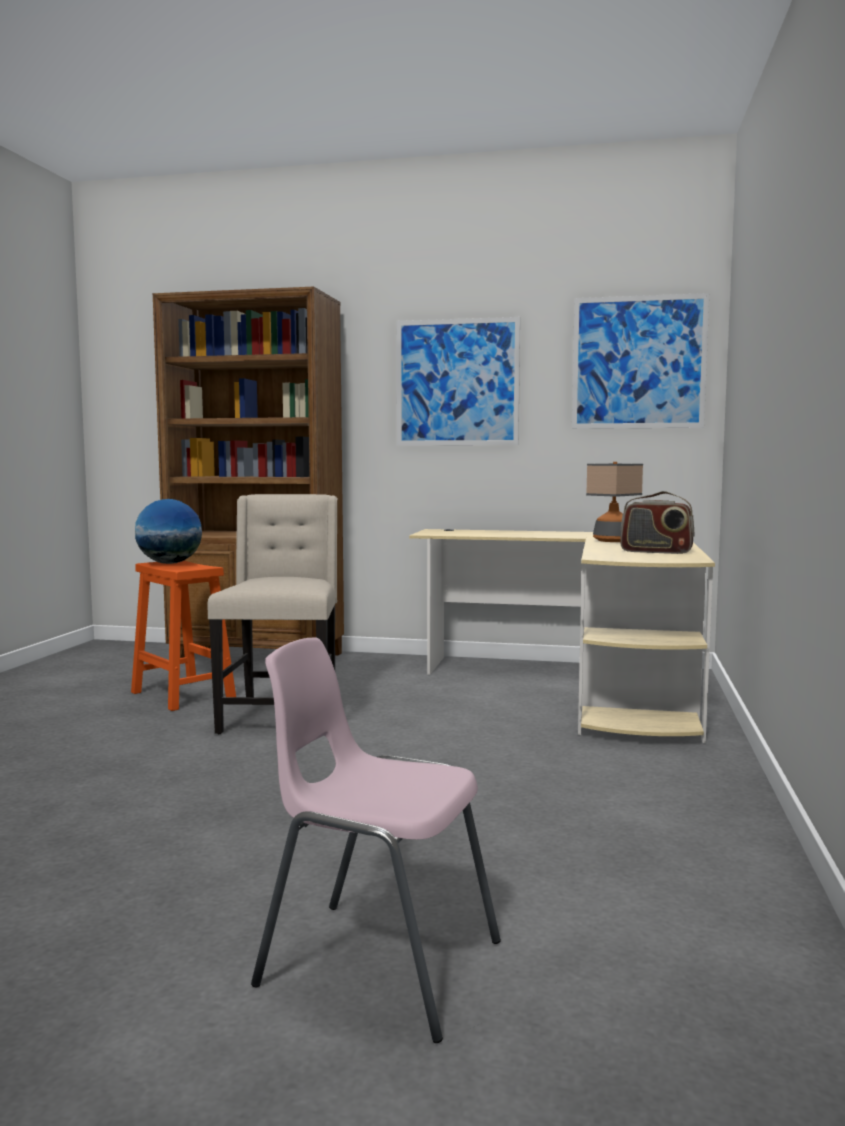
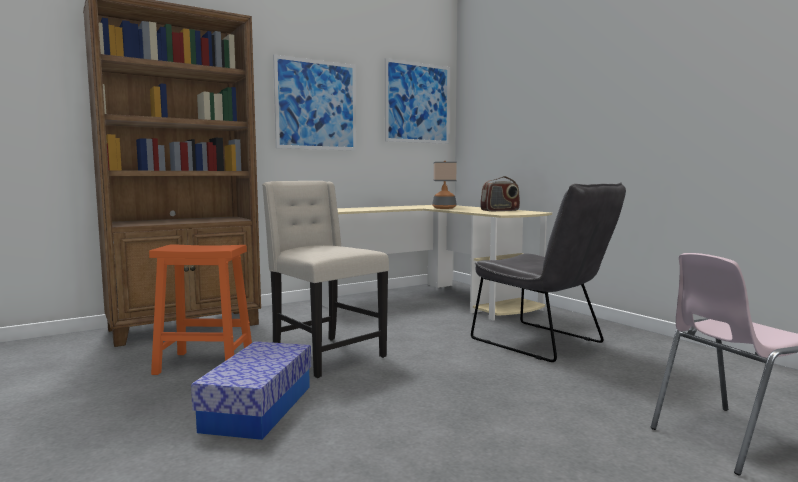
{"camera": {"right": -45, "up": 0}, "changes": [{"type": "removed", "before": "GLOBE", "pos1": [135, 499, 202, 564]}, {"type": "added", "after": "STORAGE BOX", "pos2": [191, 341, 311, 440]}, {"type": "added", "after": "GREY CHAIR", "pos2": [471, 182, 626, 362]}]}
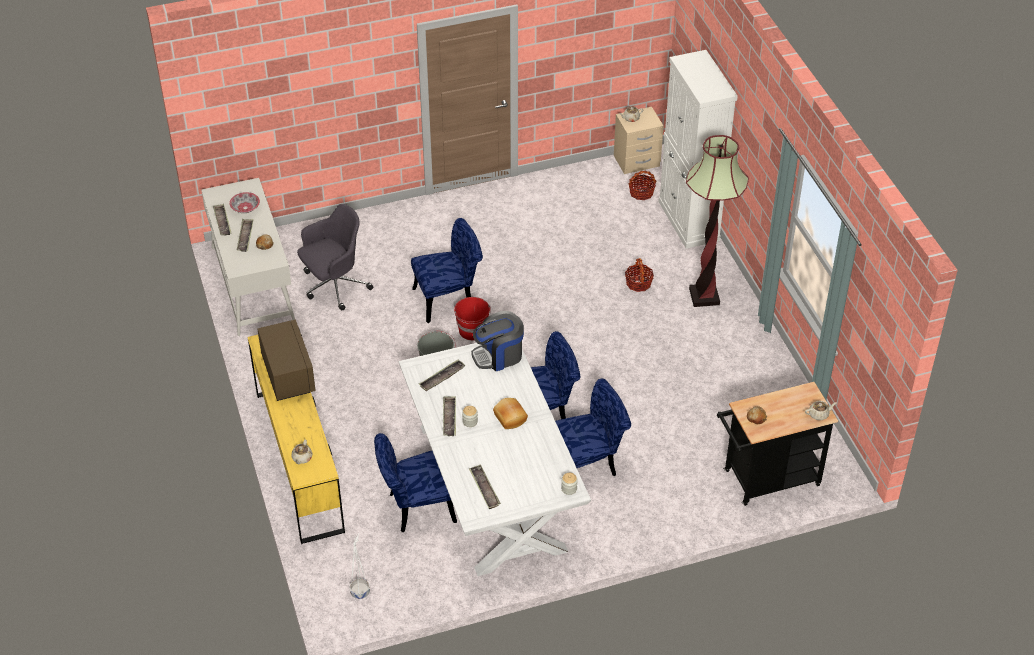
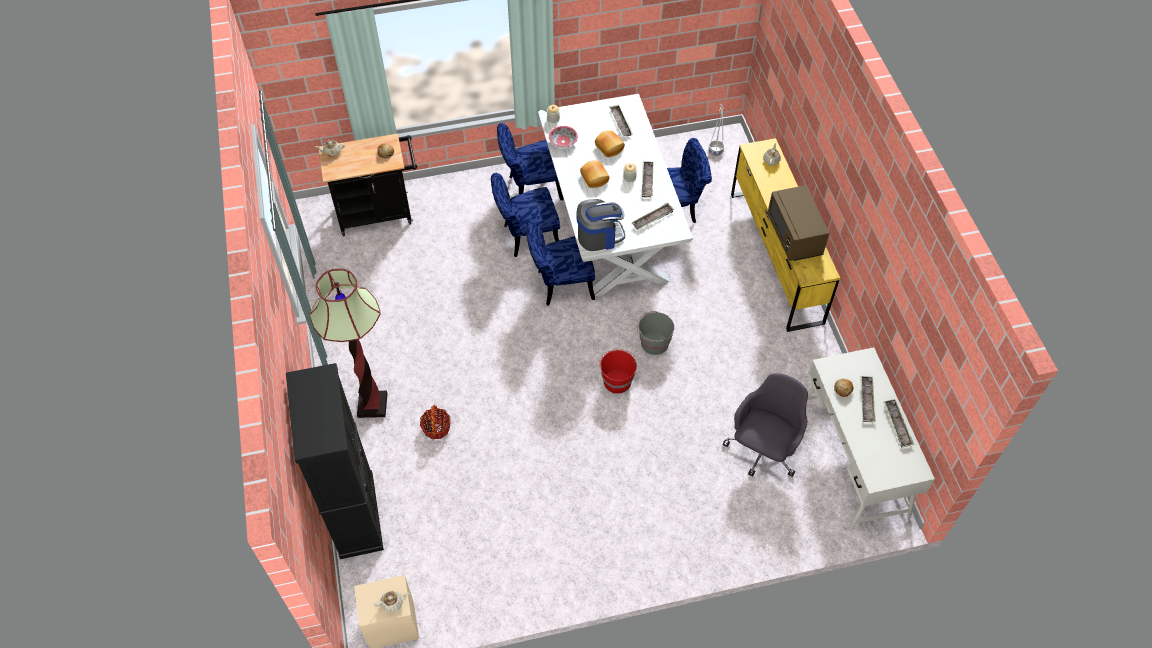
{"camera": {"right": -175, "up": 10}, "changes": [{"type": "moved", "before": "BOWL", "pos1": [229, 192, 260, 213], "pos2": [549, 126, 578, 147]}, {"type": "turned", "before": "GREY OFFICE CHAIR", "pos1": [297, 204, 373, 310], "pos2": [723, 373, 808, 477], "turn": 150}, {"type": "moved", "before": "BLUE CHAIR", "pos1": [411, 218, 483, 323], "pos2": [497, 123, 563, 200]}, {"type": "removed", "before": "BASKET", "pos1": [629, 171, 657, 200]}, {"type": "recoloured", "before": "WHITE CABINET", "after": "BLACK CABINET", "pos1": [658, 50, 738, 249], "pos2": [286, 363, 384, 559]}, {"type": "added", "after": "BREAD", "pos2": [595, 130, 625, 157]}]}
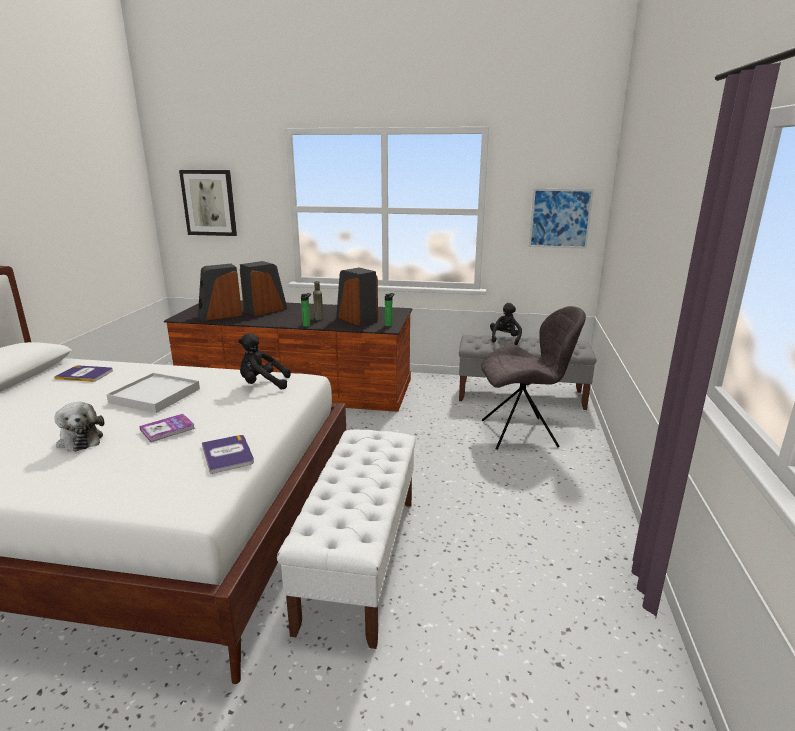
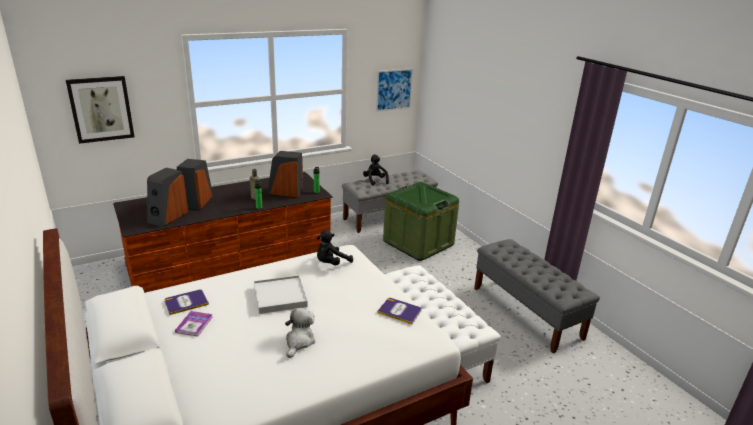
{"camera": {"right": -40, "up": 5}, "changes": [{"type": "turned", "before": "PLUSH TOY", "pos1": [54, 402, 104, 452], "pos2": [285, 308, 315, 358], "turn": -90}, {"type": "moved", "before": "BOOK", "pos1": [139, 414, 195, 442], "pos2": [175, 311, 212, 337]}, {"type": "replaced", "before": "GREY CHAIR", "after": "GREEN STORAGE BOX", "pos1": [481, 306, 586, 450], "pos2": [383, 182, 459, 261]}, {"type": "added", "after": "GREY BENCH", "pos2": [474, 239, 600, 353]}]}
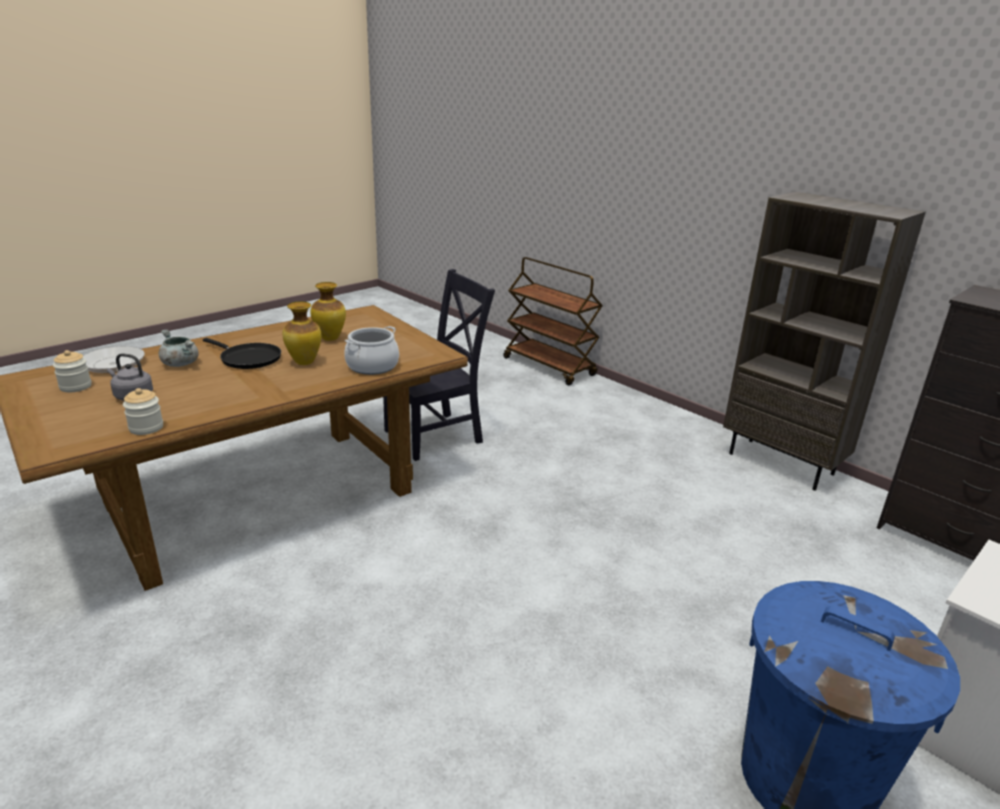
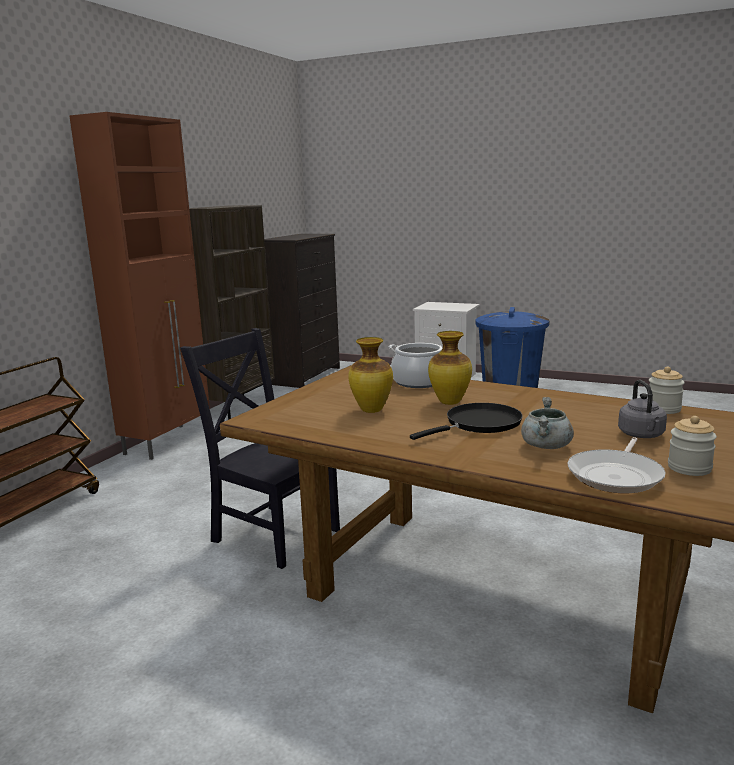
{"camera": {"right": -110, "up": -10}, "changes": [{"type": "turned", "before": "BLACK FRYING PAN", "pos1": [203, 338, 281, 369], "pos2": [410, 403, 523, 440], "turn": 45}, {"type": "added", "after": "BROWN CABINET", "pos2": [69, 112, 210, 460]}]}
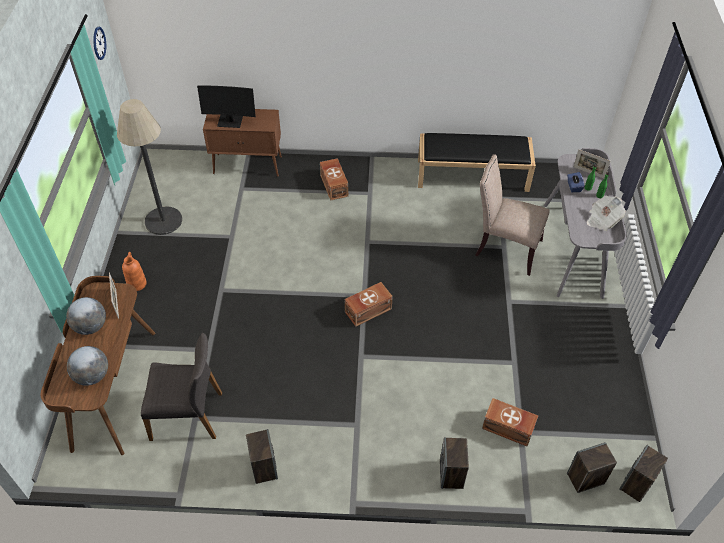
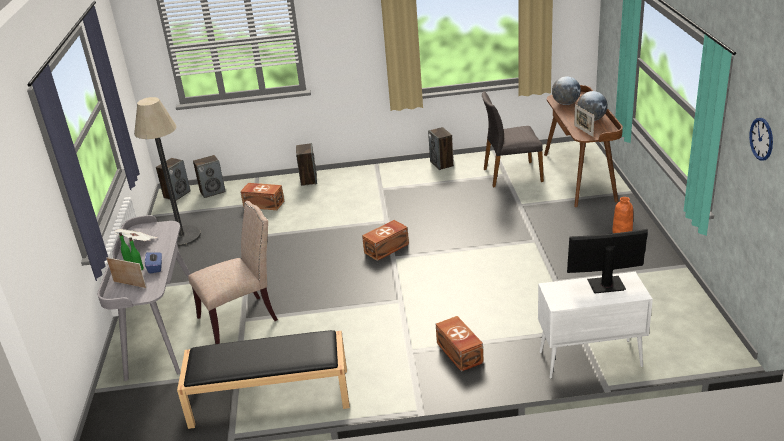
{"camera": {"right": 175, "up": -20}, "changes": [{"type": "moved", "before": "FLOOR LAMP", "pos1": [117, 99, 182, 235], "pos2": [134, 97, 201, 247]}, {"type": "recoloured", "before": "BROWN CABINET", "after": "WHITE CABINET", "pos1": [203, 109, 282, 176], "pos2": [538, 272, 653, 379]}, {"type": "turned", "before": "BEIGE CHAIR", "pos1": [475, 154, 550, 276], "pos2": [188, 201, 278, 344], "turn": -45}]}
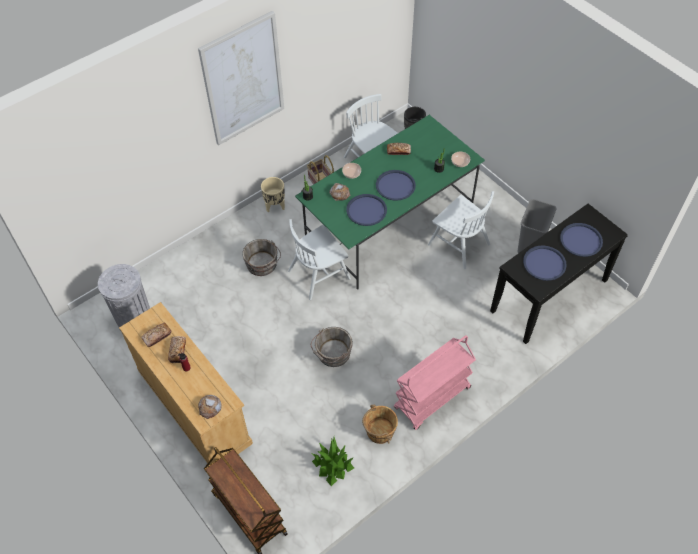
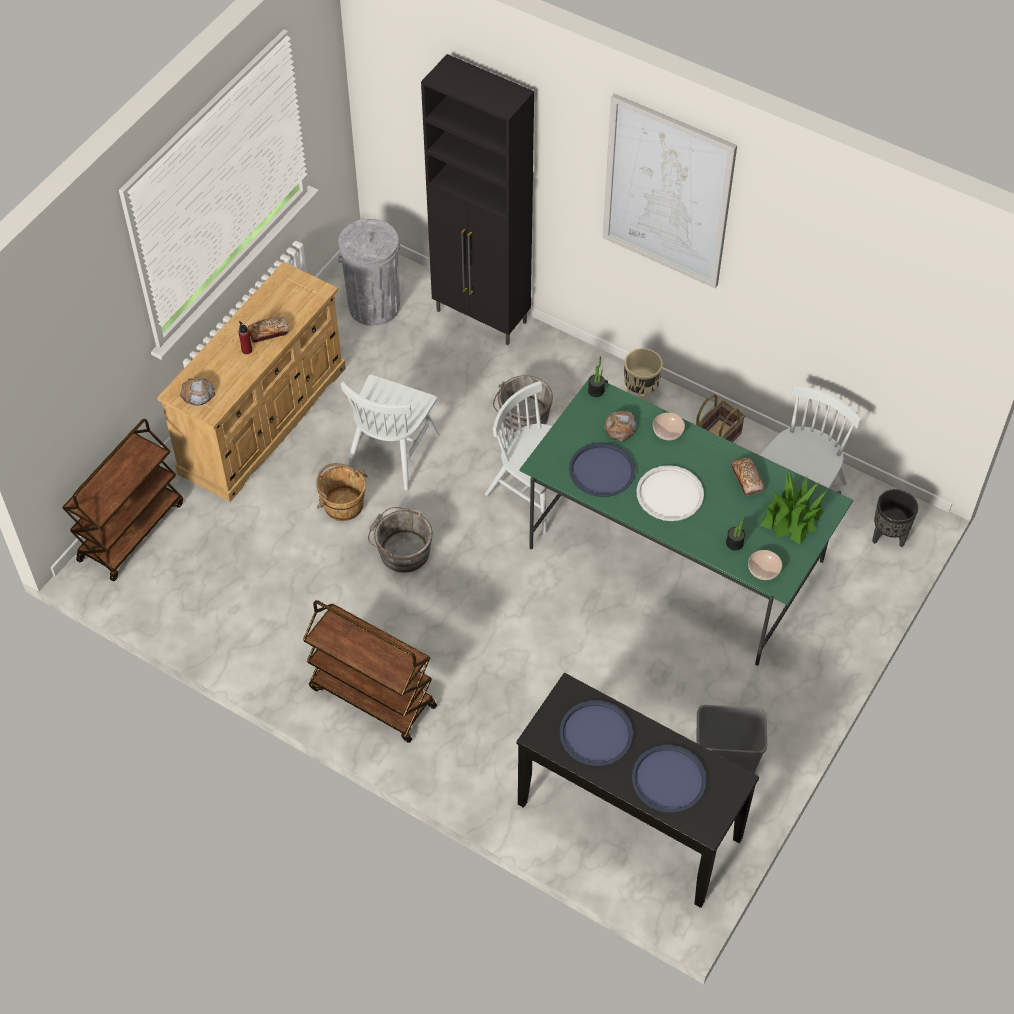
{"camera": {"right": 70, "up": 0}, "changes": [{"type": "removed", "before": "BREAD", "pos1": [141, 323, 171, 347]}, {"type": "moved", "before": "POTTED PLANT", "pos1": [312, 437, 354, 486], "pos2": [760, 471, 828, 545]}, {"type": "moved", "before": "BROWN BUCKET", "pos1": [362, 405, 398, 444], "pos2": [316, 463, 368, 521]}, {"type": "recoloured", "before": "BLUE TRAY", "after": "WHITE TRAY", "pos1": [376, 170, 416, 201], "pos2": [637, 465, 704, 521]}, {"type": "recoloured", "before": "PINK CART", "after": "BROWN CART", "pos1": [394, 335, 476, 430], "pos2": [303, 600, 437, 743]}, {"type": "moved", "before": "WHITE CHAIR", "pos1": [428, 191, 494, 269], "pos2": [341, 374, 440, 490]}, {"type": "added", "after": "BLACK CABINET", "pos2": [421, 54, 534, 345]}]}
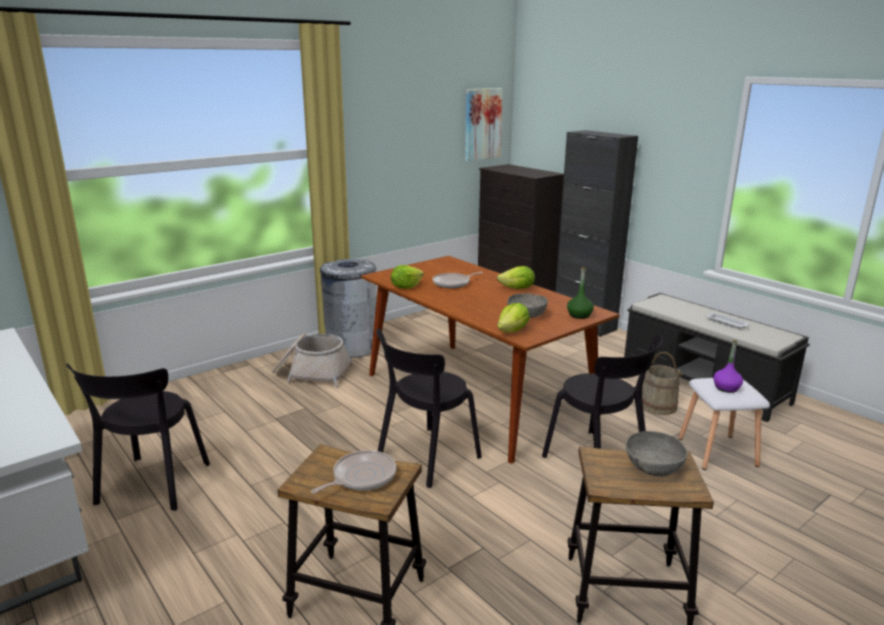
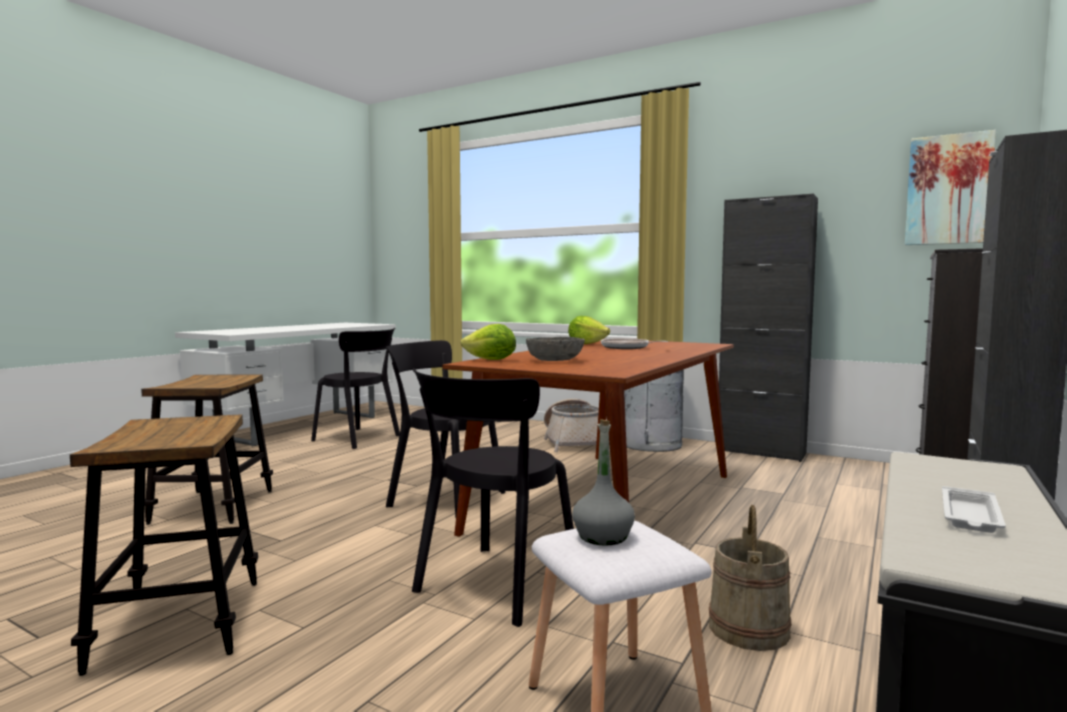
{"camera": {"right": 70, "up": -15}, "changes": [{"type": "turned", "before": "BLACK CHAIR", "pos1": [66, 364, 210, 511], "pos2": [311, 328, 400, 449], "turn": -135}, {"type": "removed", "before": "FRYING PAN", "pos1": [311, 450, 396, 494]}, {"type": "removed", "before": "LETTUCE", "pos1": [497, 266, 535, 289]}, {"type": "removed", "before": "GREEN BOTTLE", "pos1": [567, 267, 594, 319]}, {"type": "removed", "before": "GREY BOWL", "pos1": [626, 431, 687, 477]}, {"type": "recoloured", "before": "PURPLE BOTTLE", "after": "GREY BOTTLE", "pos1": [713, 340, 743, 393], "pos2": [572, 419, 635, 546]}, {"type": "added", "after": "BLACK CABINET", "pos2": [719, 194, 818, 462]}]}
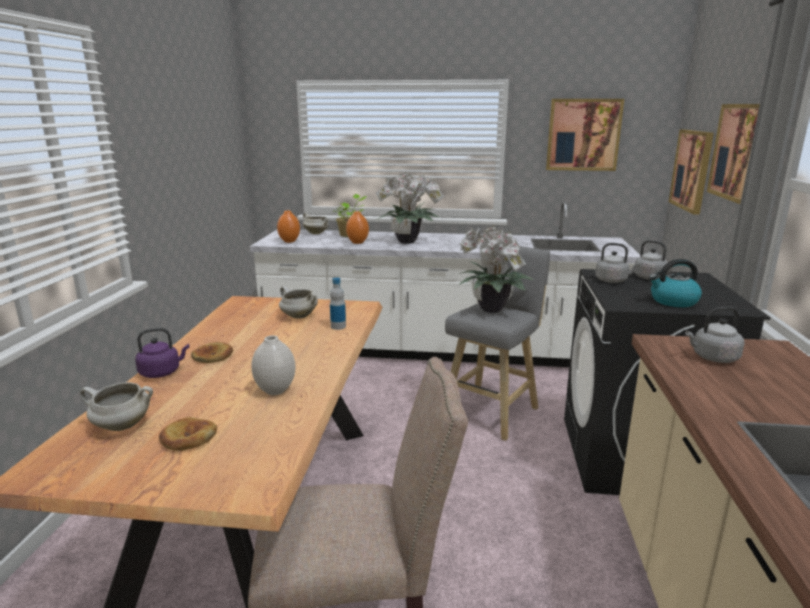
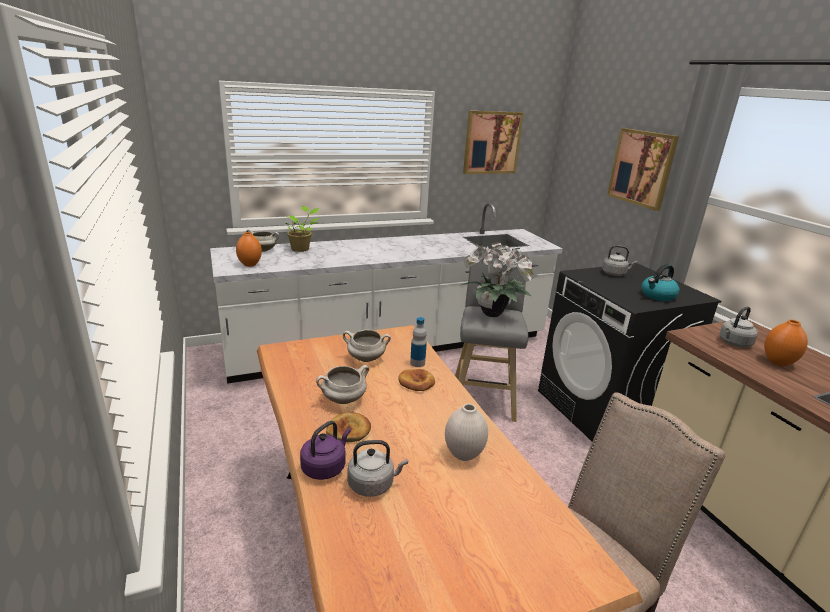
{"camera": {"right": -30, "up": 5}, "changes": [{"type": "moved", "before": "WHITE COOKING POT", "pos1": [80, 382, 153, 431], "pos2": [316, 365, 369, 404]}, {"type": "moved", "before": "BREAD", "pos1": [159, 417, 217, 451], "pos2": [398, 369, 435, 391]}, {"type": "moved", "before": "ORANGE VASE", "pos1": [346, 212, 369, 244], "pos2": [764, 319, 808, 366]}, {"type": "removed", "before": "POTTED PLANT", "pos1": [375, 172, 444, 244]}, {"type": "moved", "before": "GREY KETTLE", "pos1": [595, 243, 640, 283], "pos2": [347, 440, 408, 497]}, {"type": "removed", "before": "PICTURE", "pos1": [669, 130, 714, 215]}]}
